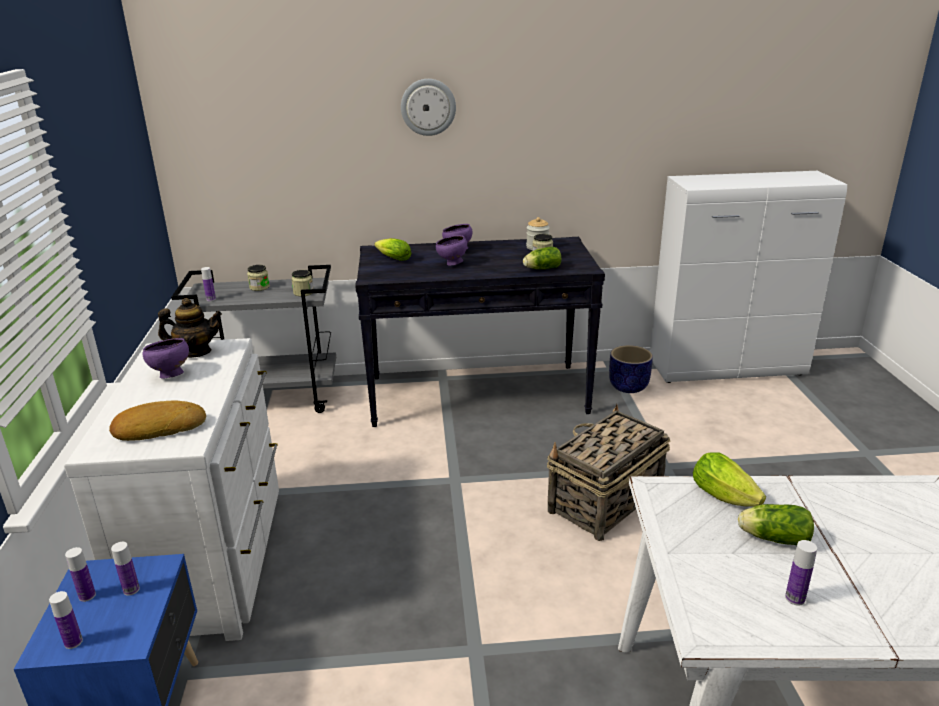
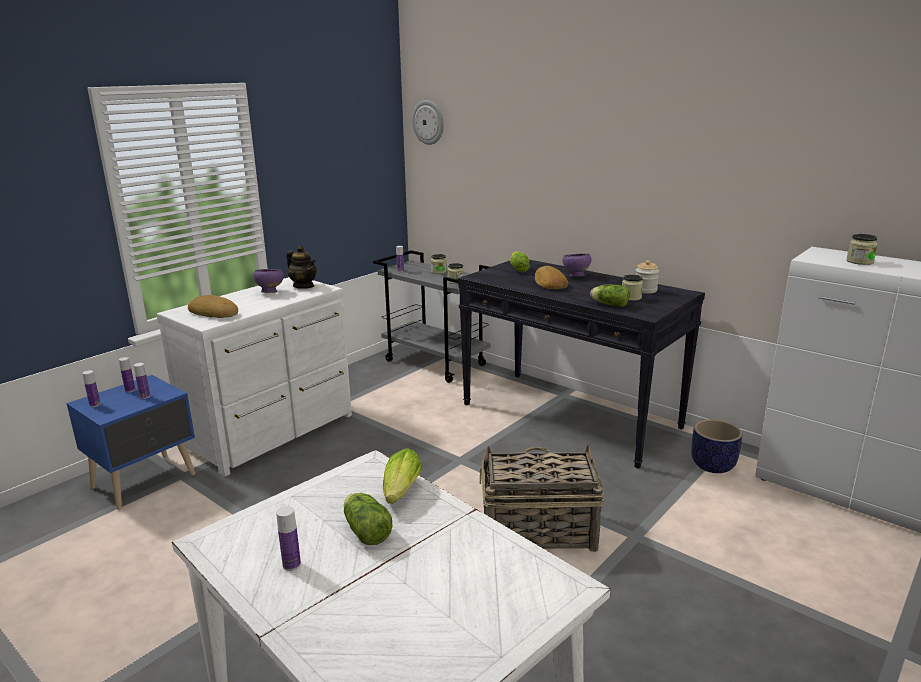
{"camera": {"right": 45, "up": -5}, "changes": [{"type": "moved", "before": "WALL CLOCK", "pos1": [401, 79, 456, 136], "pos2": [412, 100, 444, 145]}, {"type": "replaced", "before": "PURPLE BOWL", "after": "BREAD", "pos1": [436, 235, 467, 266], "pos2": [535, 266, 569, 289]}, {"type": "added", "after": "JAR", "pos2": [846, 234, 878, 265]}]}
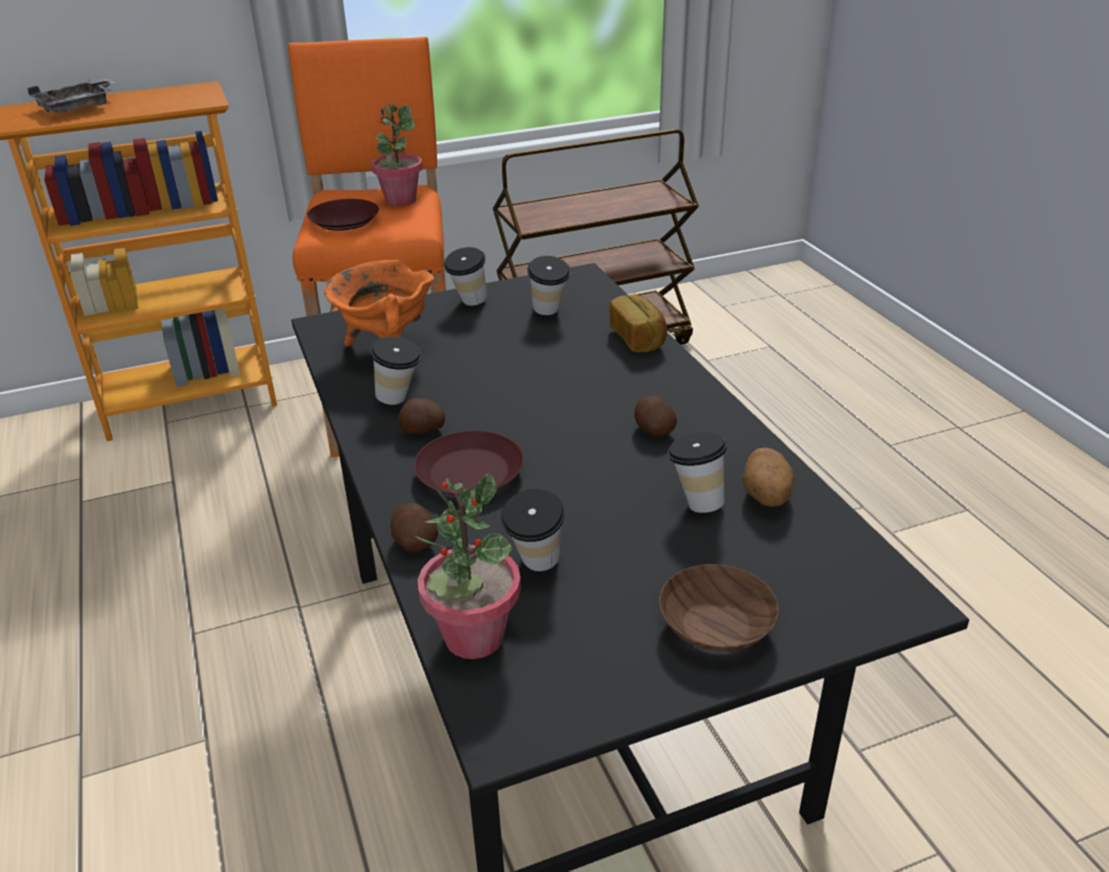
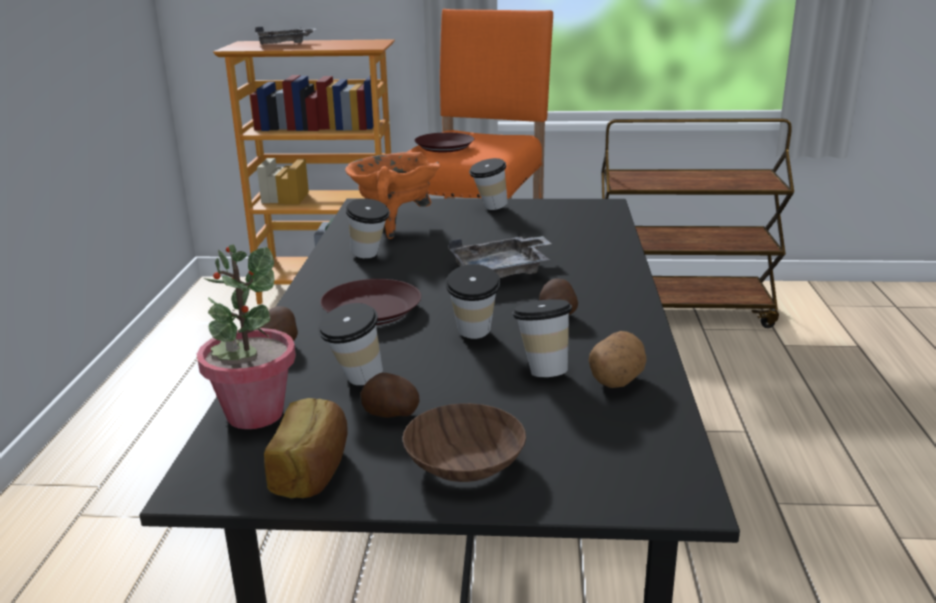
{"camera": {"right": 25, "up": -10}, "changes": [{"type": "removed", "before": "POTTED PLANT", "pos1": [371, 103, 423, 206]}, {"type": "moved", "before": "POTATO", "pos1": [398, 398, 445, 434], "pos2": [360, 373, 419, 418]}, {"type": "moved", "before": "CUP", "pos1": [527, 256, 571, 315], "pos2": [445, 264, 501, 339]}, {"type": "moved", "before": "BREAD", "pos1": [609, 294, 667, 352], "pos2": [264, 398, 348, 498]}, {"type": "added", "after": "GREY TRAY", "pos2": [449, 236, 552, 278]}]}
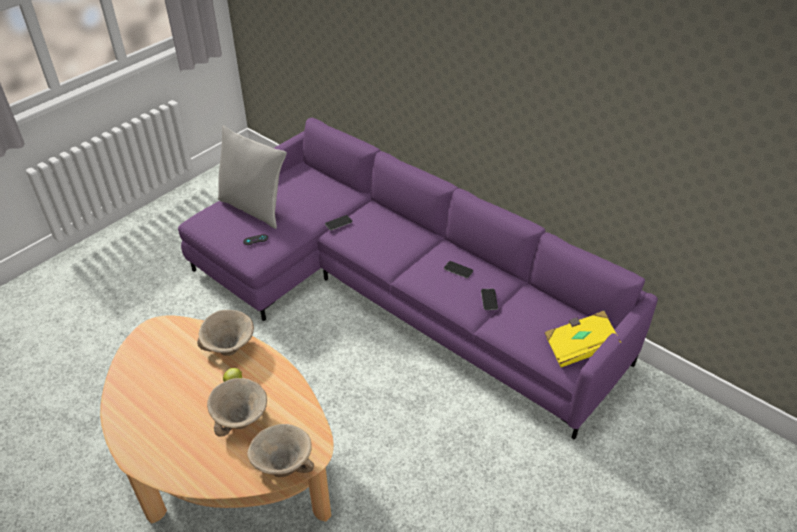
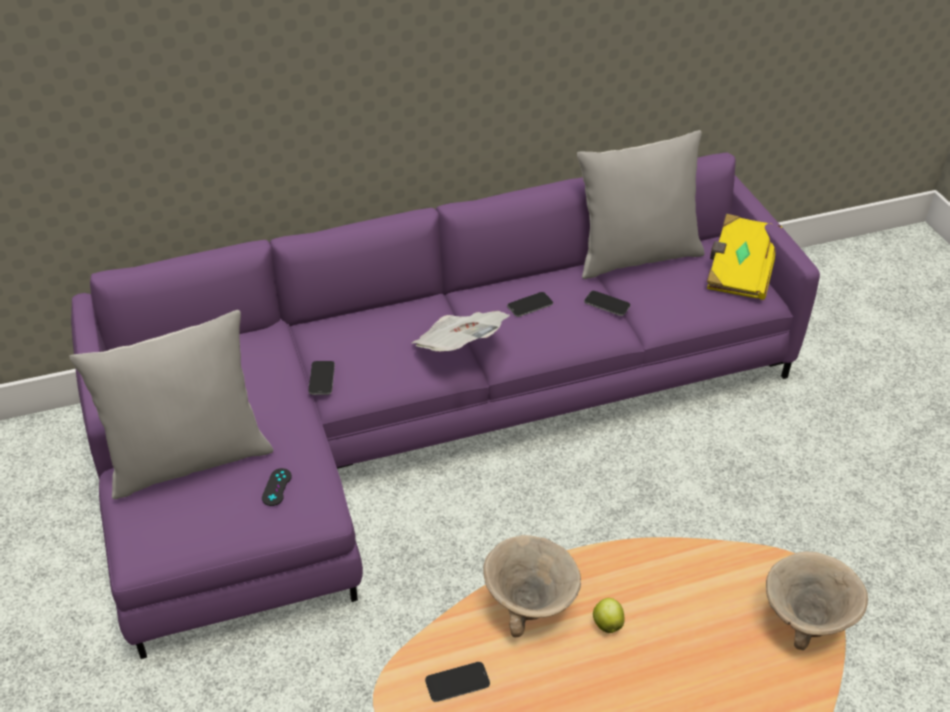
{"camera": {"right": -60, "up": 0}, "changes": [{"type": "removed", "before": "BEIGE BOWL", "pos1": [207, 378, 267, 437]}, {"type": "added", "after": "NEWSPAPER", "pos2": [412, 311, 510, 351]}, {"type": "added", "after": "PHONE", "pos2": [425, 662, 490, 702]}, {"type": "added", "after": "GREY PILLOW", "pos2": [577, 130, 704, 279]}]}
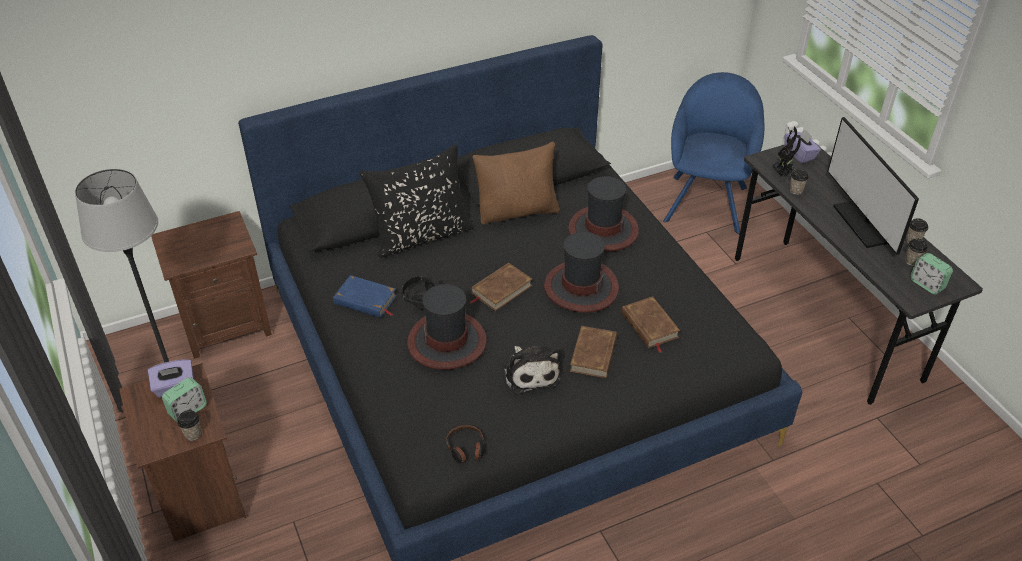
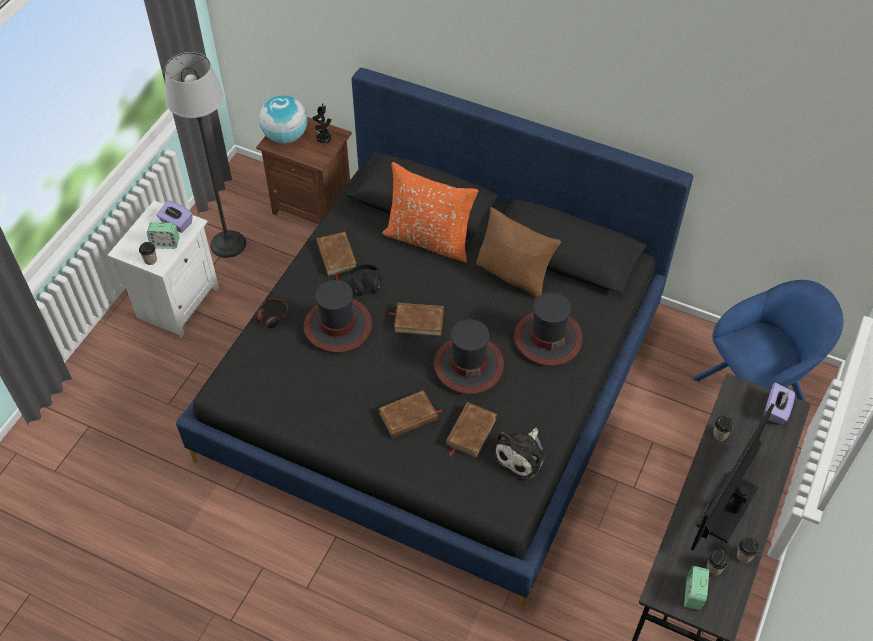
{"camera": {"right": 50, "up": 10}, "changes": [{"type": "recoloured", "before": "BROWN NIGHTSTAND", "after": "WHITE NIGHTSTAND", "pos1": [119, 363, 246, 541], "pos2": [108, 201, 219, 338]}, {"type": "recoloured", "before": "BLUE BOOK", "after": "BROWN BOOK", "pos1": [333, 275, 397, 318], "pos2": [316, 232, 357, 280]}, {"type": "recoloured", "before": "BLACK PILLOW", "after": "ORANGE PILLOW", "pos1": [359, 145, 474, 258], "pos2": [382, 162, 478, 263]}, {"type": "moved", "before": "HEADPHONES", "pos1": [446, 425, 484, 465], "pos2": [255, 298, 289, 328]}, {"type": "moved", "before": "PLUSH TOY", "pos1": [504, 346, 561, 394], "pos2": [493, 428, 546, 480]}, {"type": "moved", "before": "POTTED PLANT", "pos1": [772, 127, 801, 176], "pos2": [313, 104, 331, 143]}, {"type": "added", "after": "GLOBE", "pos2": [259, 95, 308, 144]}]}
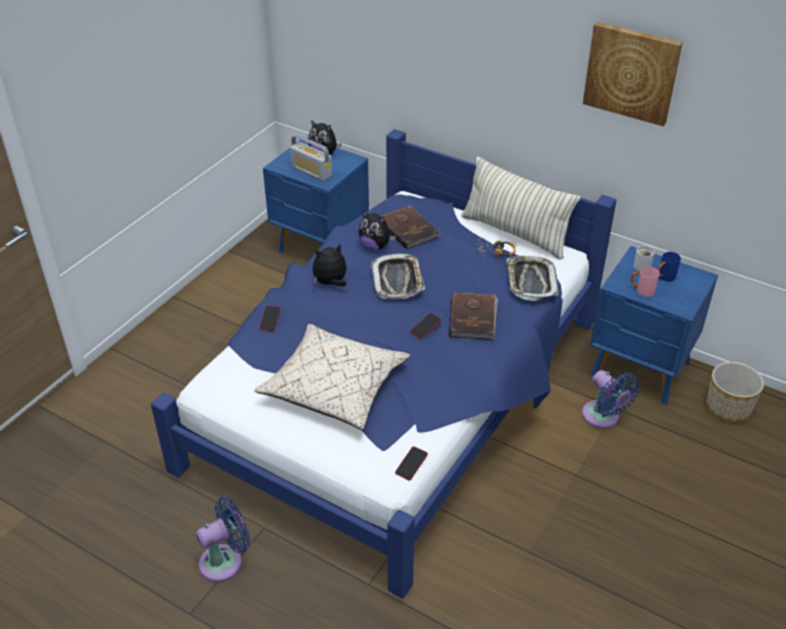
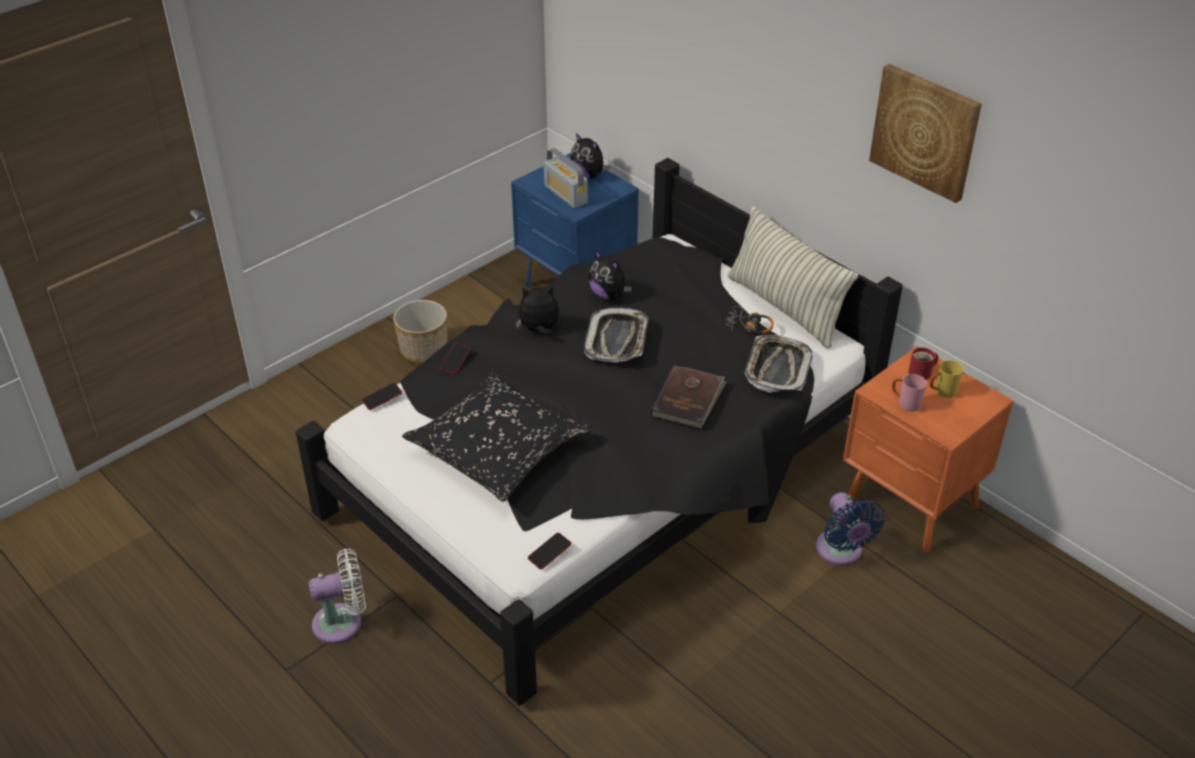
{"camera": {"right": 15, "up": 0}, "changes": [{"type": "recoloured", "before": "BLUE BED", "after": "BLACK BED", "pos1": [151, 129, 616, 598], "pos2": [295, 158, 903, 706]}, {"type": "recoloured", "before": "BLUE FAN", "after": "WHITE FAN", "pos1": [196, 497, 250, 582], "pos2": [309, 548, 366, 644]}, {"type": "recoloured", "before": "BEIGE PILLOW", "after": "BLACK PILLOW", "pos1": [255, 324, 410, 430], "pos2": [402, 372, 592, 502]}, {"type": "removed", "before": "BROWN BOOK", "pos1": [381, 205, 440, 249]}, {"type": "moved", "before": "PHONE", "pos1": [410, 313, 442, 338], "pos2": [362, 383, 402, 410]}, {"type": "recoloured", "before": "BLUE NIGHTSTAND", "after": "ORANGE NIGHTSTAND", "pos1": [590, 246, 718, 405], "pos2": [843, 346, 1013, 552]}, {"type": "recoloured", "before": "WHITE MUG", "after": "RED MUG", "pos1": [633, 246, 655, 271], "pos2": [908, 347, 938, 380]}, {"type": "recoloured", "before": "BLUE MUG", "after": "YELLOW MUG", "pos1": [658, 252, 681, 281], "pos2": [930, 360, 963, 398]}, {"type": "moved", "before": "PLANTER", "pos1": [707, 362, 764, 423], "pos2": [393, 300, 447, 364]}]}
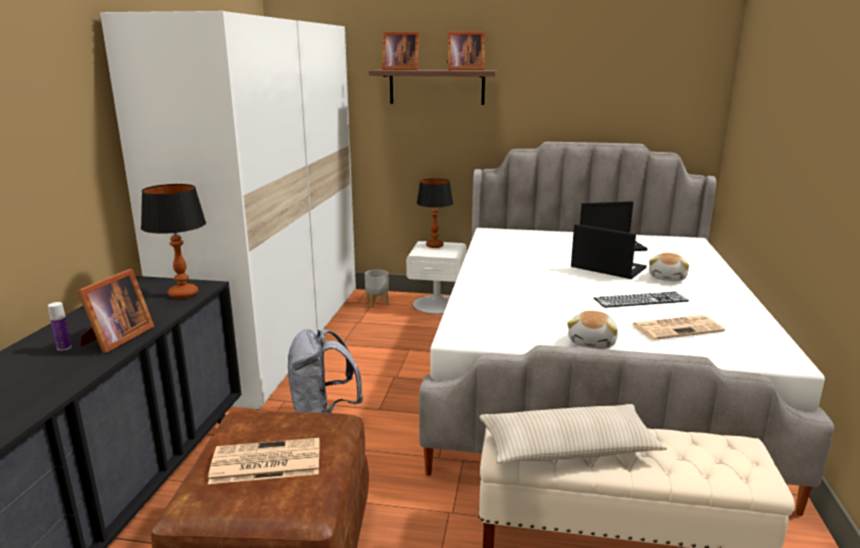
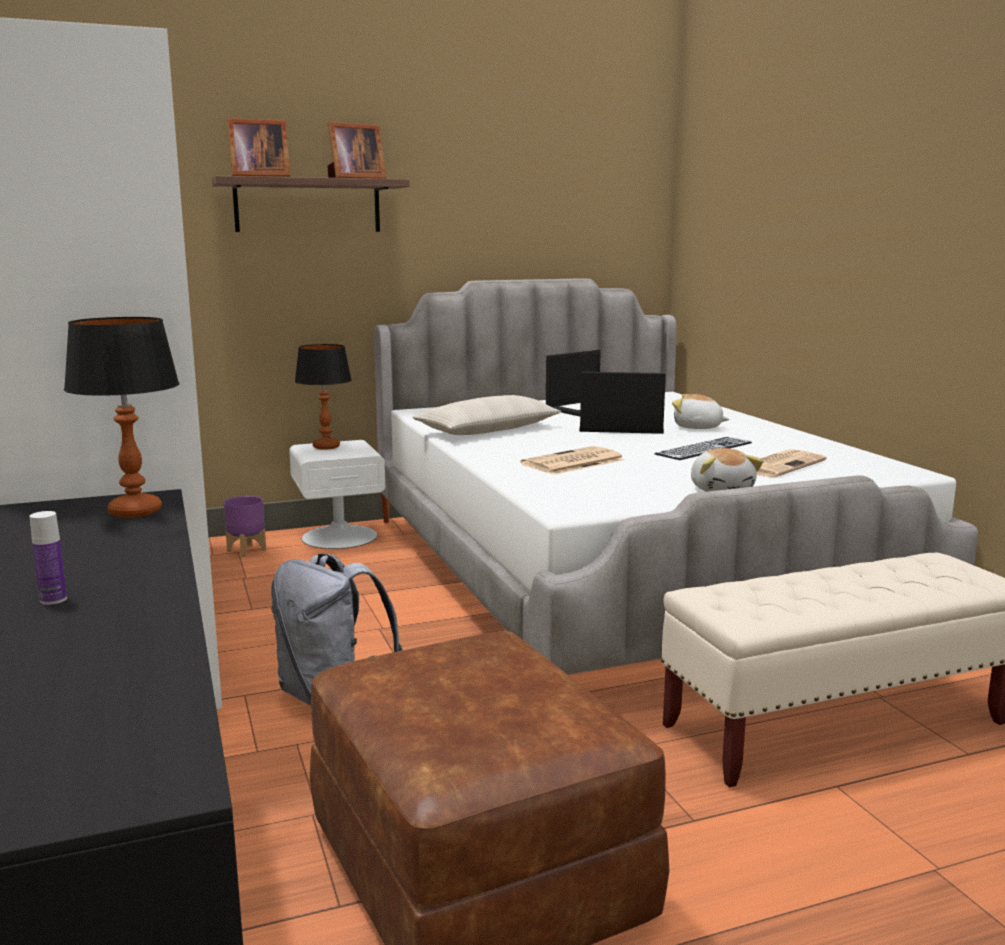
{"camera": {"right": -30, "up": -5}, "changes": [{"type": "removed", "before": "PICTURE FRAME", "pos1": [77, 269, 154, 353]}, {"type": "moved", "before": "NEWSPAPER", "pos1": [208, 438, 320, 484], "pos2": [521, 446, 625, 475]}, {"type": "recoloured", "before": "GREY PLANTER", "after": "PURPLE PLANTER", "pos1": [365, 269, 389, 308], "pos2": [223, 496, 266, 557]}, {"type": "moved", "before": "BEIGE PILLOW", "pos1": [479, 404, 667, 464], "pos2": [412, 395, 561, 435]}, {"type": "turned", "before": "PLUSH TOY", "pos1": [649, 253, 689, 281], "pos2": [672, 394, 730, 429], "turn": 120}]}
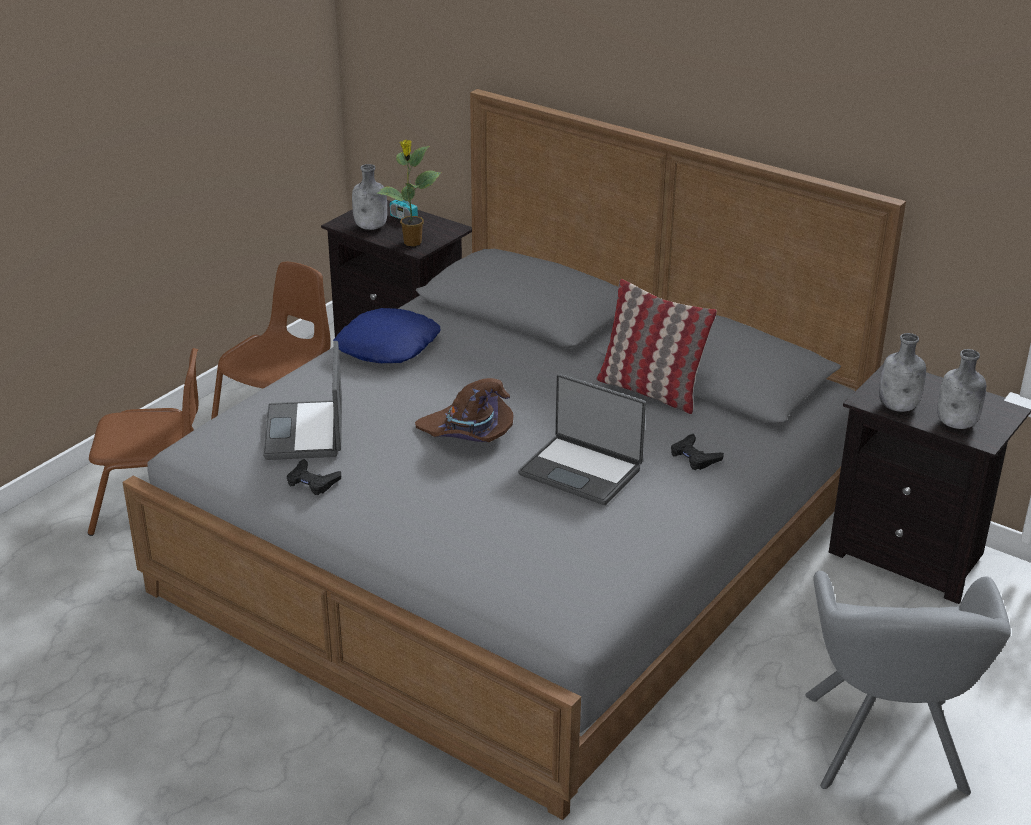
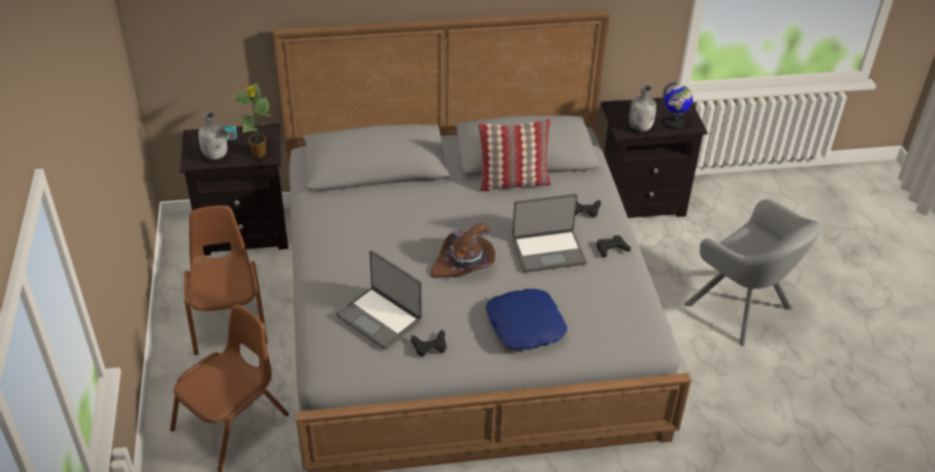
{"camera": {"right": -45, "up": 10}, "changes": [{"type": "moved", "before": "BLUE PILLOW", "pos1": [333, 308, 441, 363], "pos2": [485, 289, 567, 350]}, {"type": "replaced", "before": "GREY BOTTLE", "after": "GLOBE", "pos1": [937, 349, 986, 429], "pos2": [663, 82, 693, 130]}, {"type": "added", "after": "BLACK GAME CONTROLLER", "pos2": [597, 235, 631, 258]}]}
